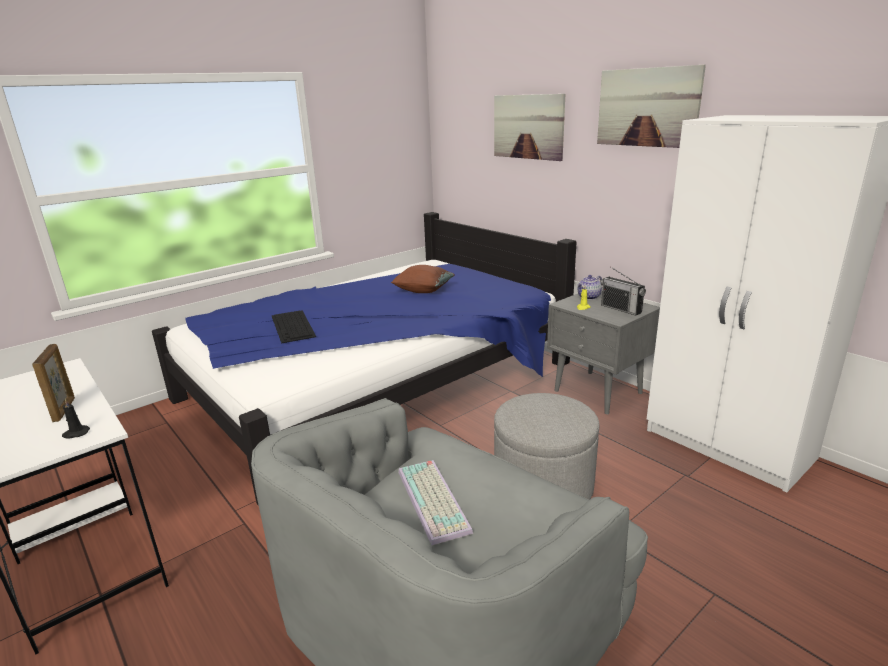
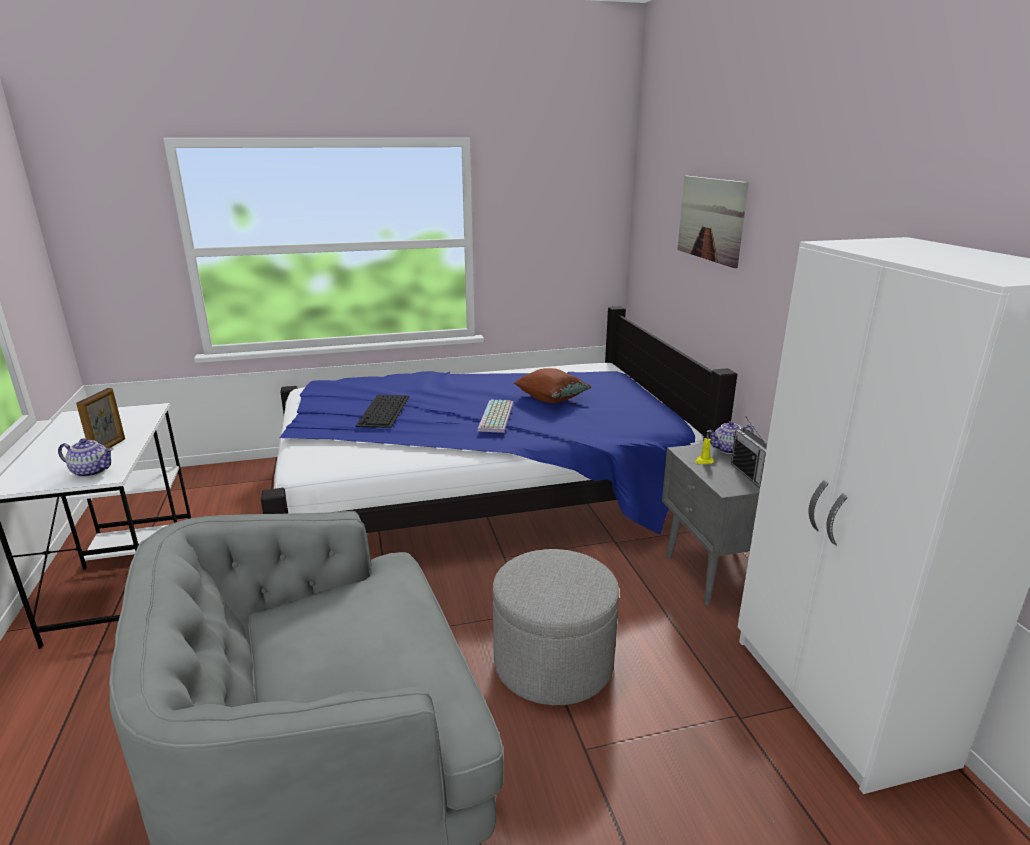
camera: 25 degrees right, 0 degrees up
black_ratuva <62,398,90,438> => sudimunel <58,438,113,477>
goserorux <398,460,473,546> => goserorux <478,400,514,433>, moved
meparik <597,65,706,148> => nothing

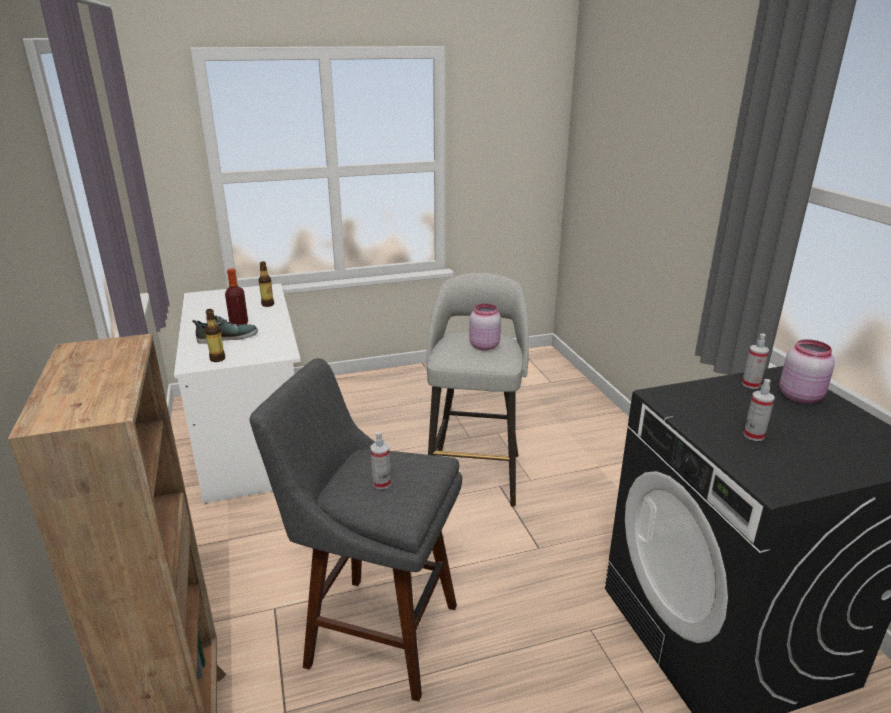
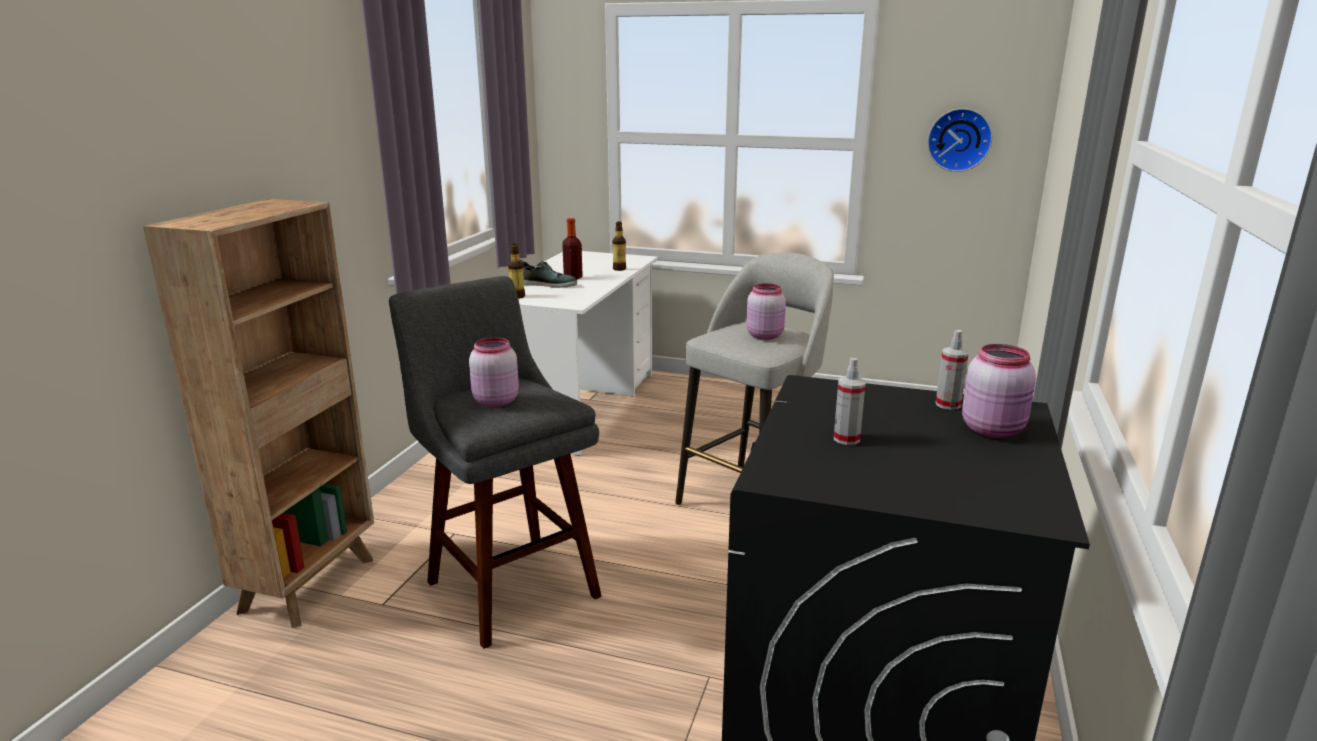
camera: 35 degrees right, 5 degrees down
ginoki <371,431,391,489> => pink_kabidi <469,337,519,407>
nothing => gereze <927,108,993,172>

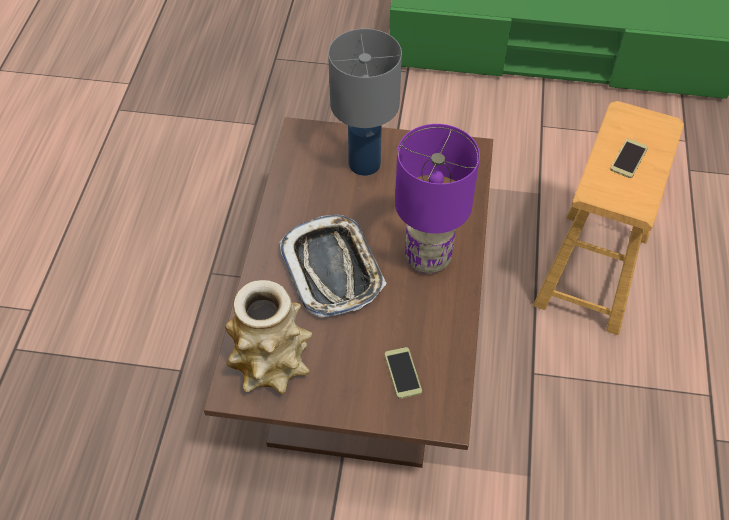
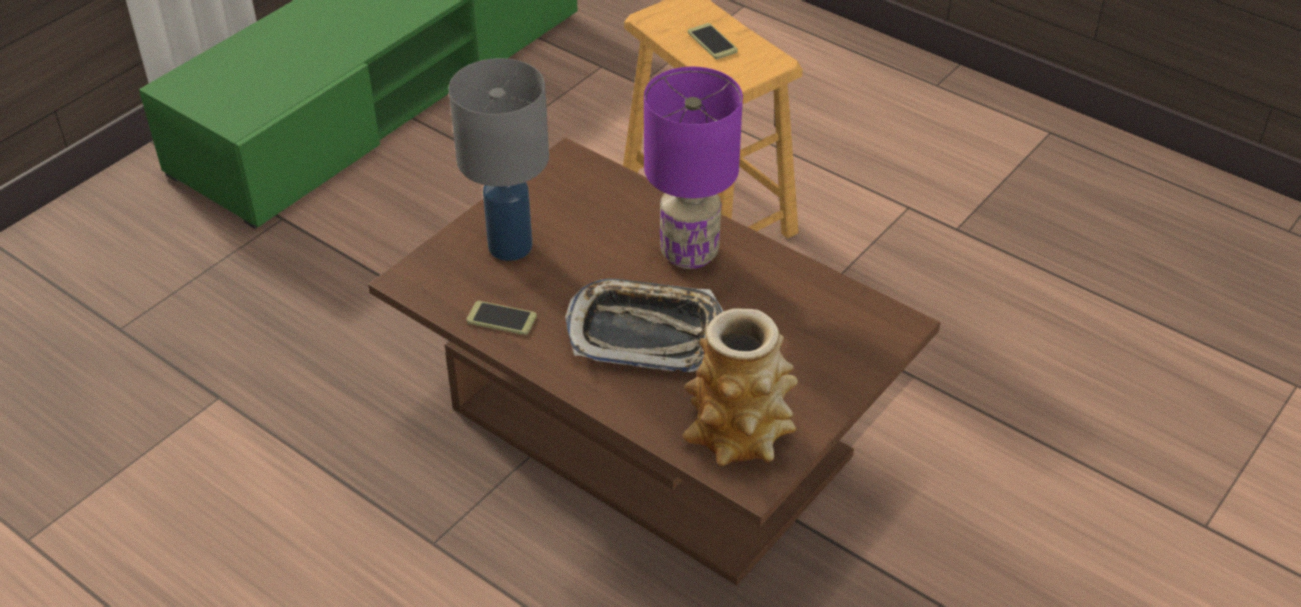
camera: 60 degrees left, 10 degrees down
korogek <385,347,422,399> => korogek <467,301,537,335>, moved

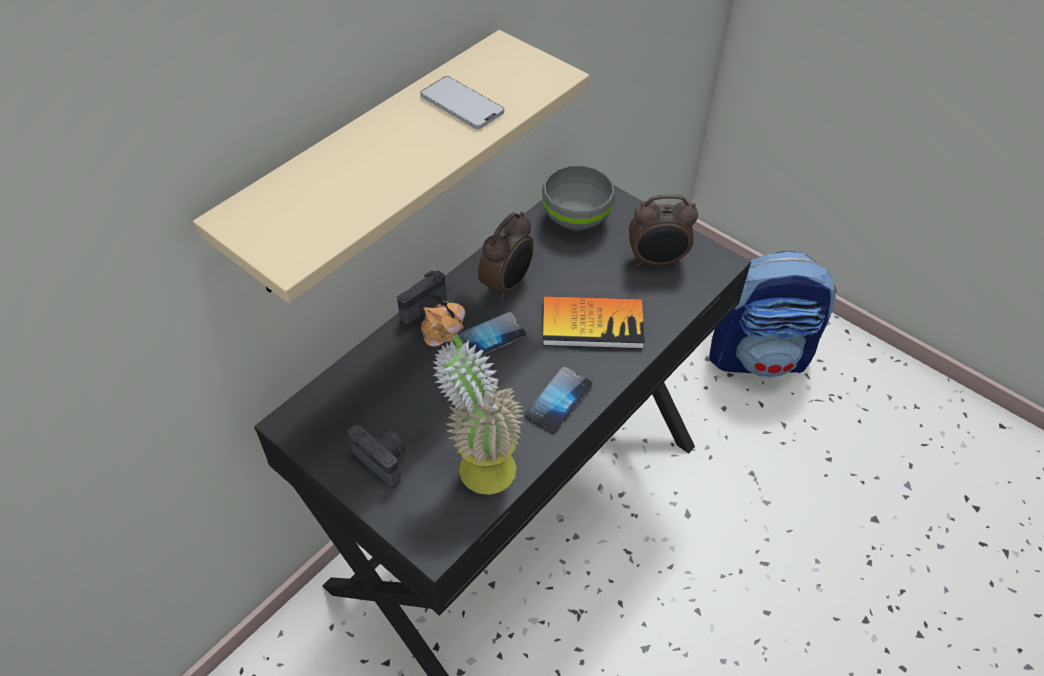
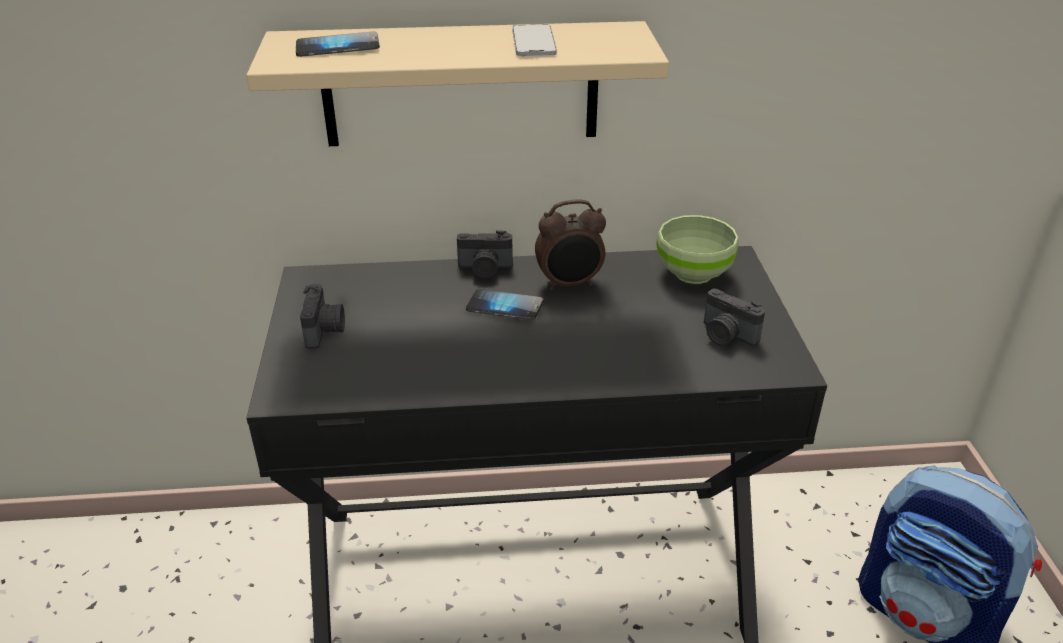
camera: 45 degrees right, 15 degrees down
korogek <525,367,592,433> => korogek <296,32,380,57>, moved
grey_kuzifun <542,165,615,231> => green_kuzifun <656,215,739,284>
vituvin <629,194,698,266> => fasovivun <704,289,765,346>
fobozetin <421,301,523,495> => nothing
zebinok <543,296,645,349> => nothing

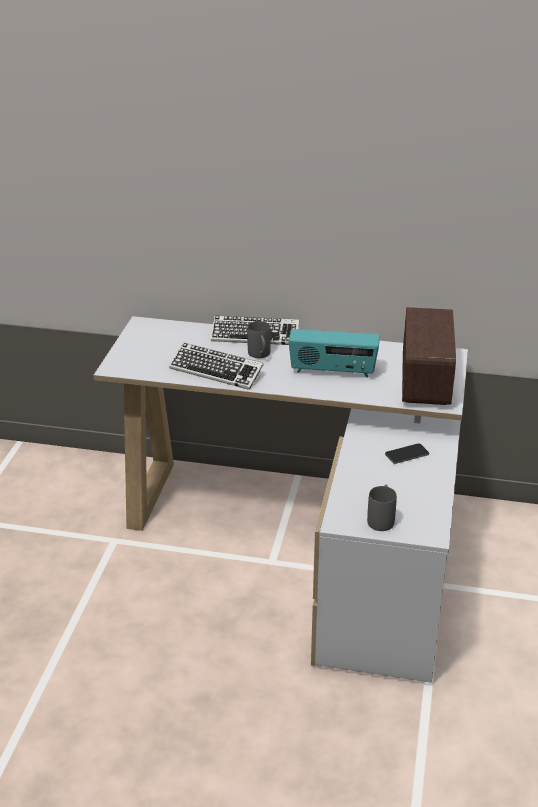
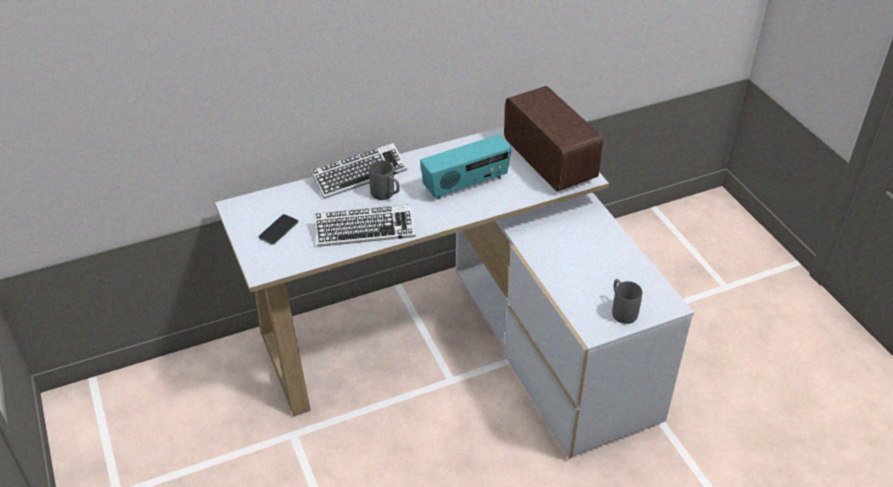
camera: 35 degrees left, 10 degrees up
korogek <385,443,429,464> => korogek <258,214,298,245>, moved

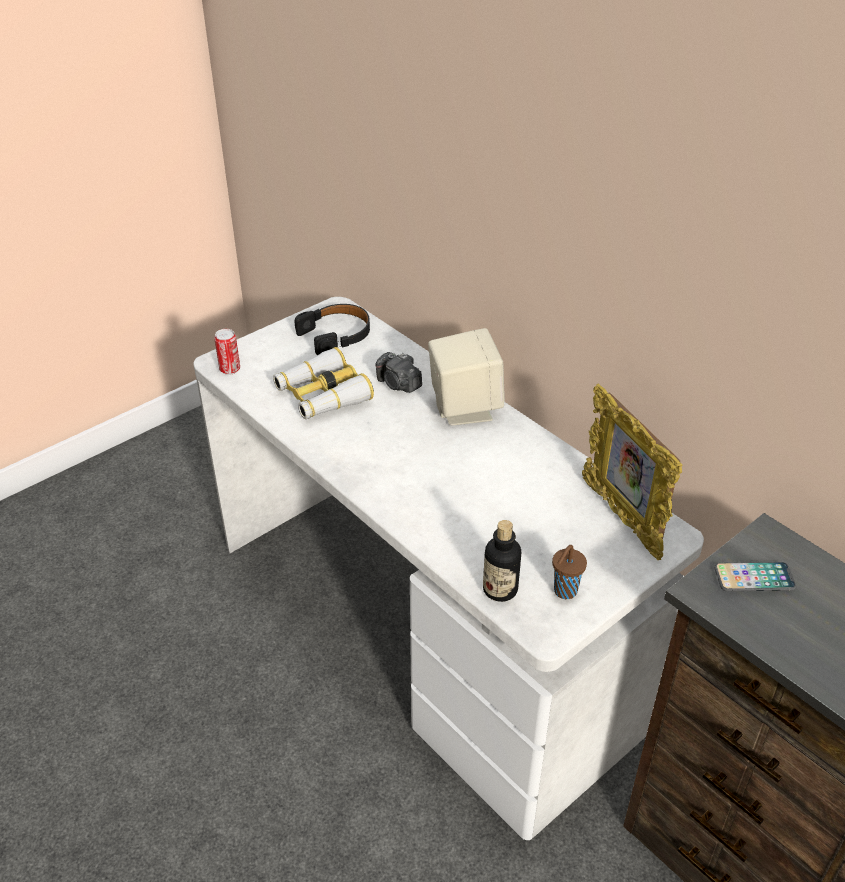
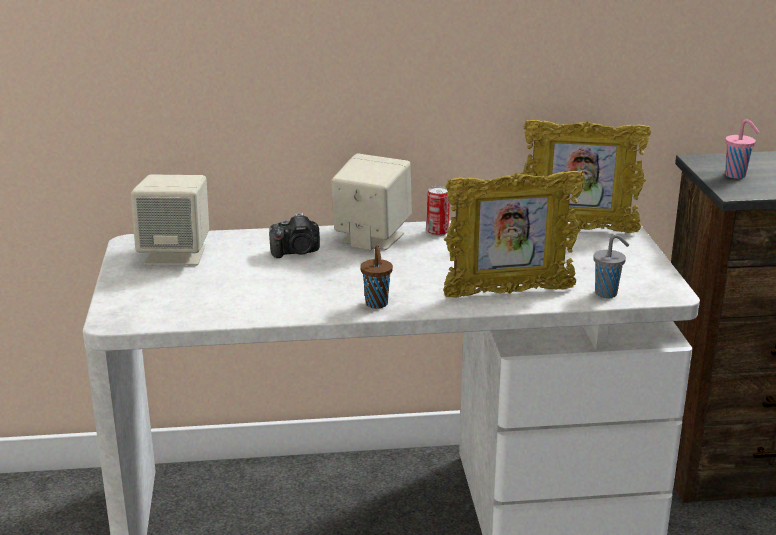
camera: 55 degrees left, 15 degrees down
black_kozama <294,304,370,355> => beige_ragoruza <131,174,209,266>
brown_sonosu <552,545,587,599> => brown_sonosu <360,245,393,309>, moved
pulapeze <214,329,240,375> => pulapeze <427,186,450,236>, moved
nothing => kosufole <443,171,585,298>
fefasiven <483,520,521,602> => grey_sonosu <594,234,629,298>
korogek <714,562,796,592> => pink_sonosu <725,119,760,179>
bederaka <273,347,374,419> => nothing

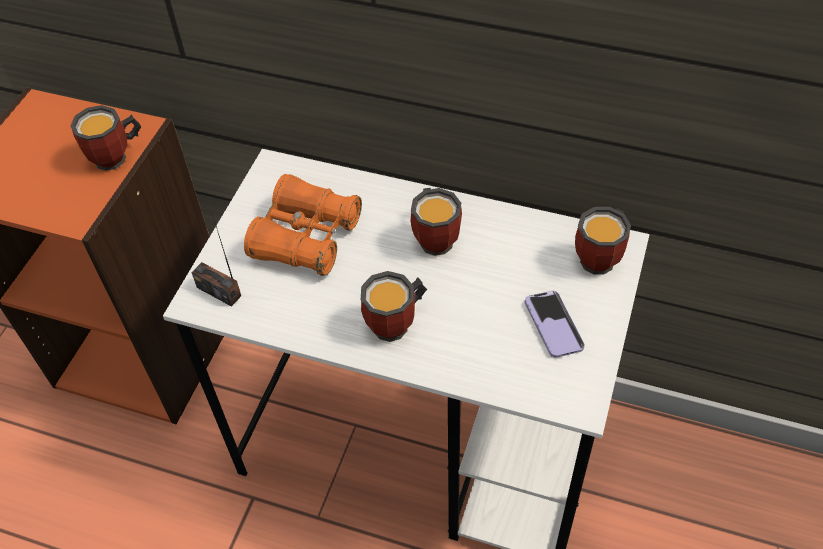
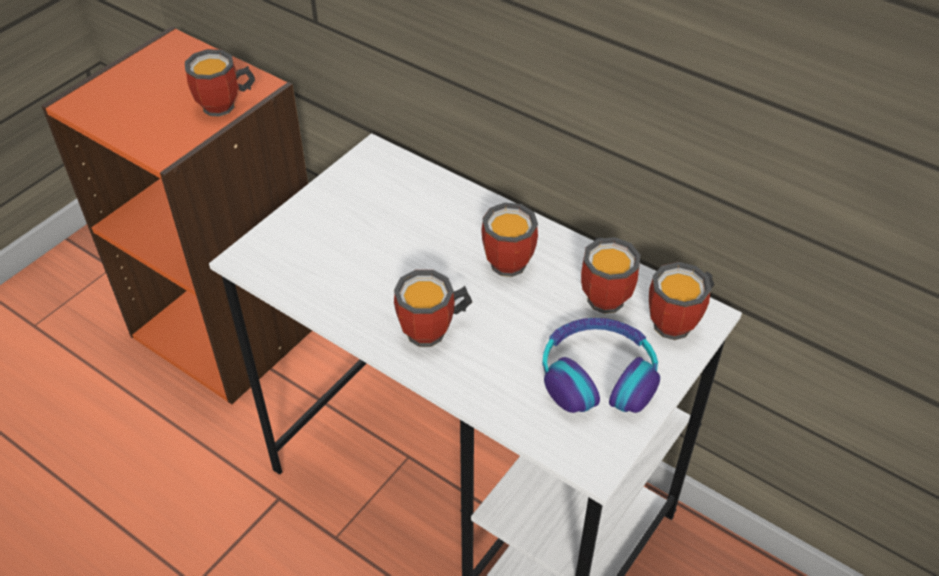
camera: 15 degrees right, 5 degrees down
korogek <525,291,585,358> => kozama <542,318,660,413>
nothing => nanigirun <581,237,640,314>
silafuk <191,214,241,307> => nothing
orange_bederaka <244,174,362,276> => nothing

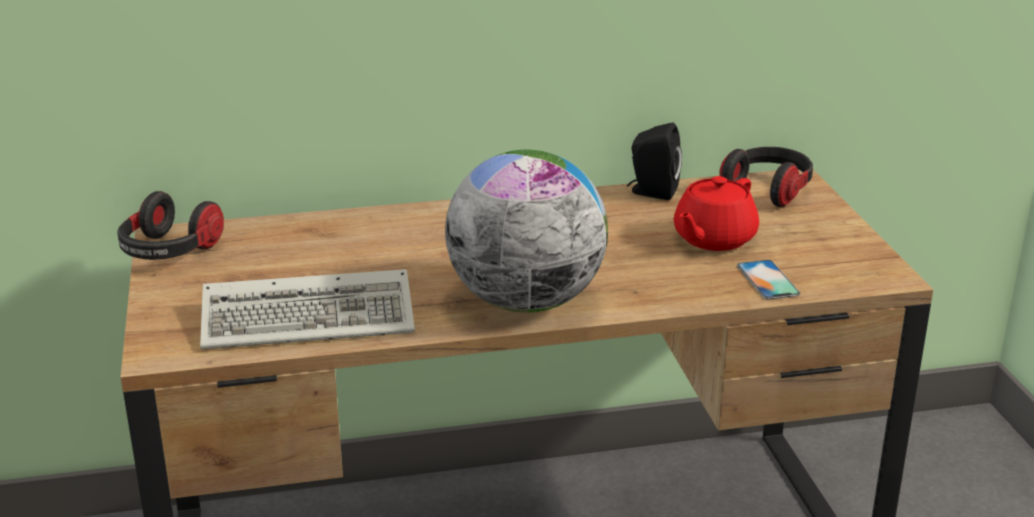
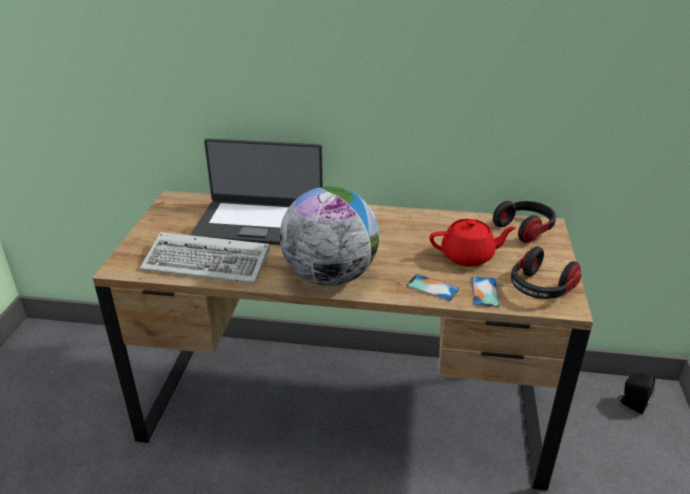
camera: 20 degrees right, 5 degrees up
nothing => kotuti <191,138,323,245>
nothing => korogek <407,274,459,301>
red_sudimunel <674,176,759,251> => red_sudimunel <429,219,517,267>, 150 degrees counterclockwise
kozama <117,191,224,260> => kozama <511,246,581,299>, moved
black_ragoruza <627,123,682,200> => black_ragoruza <618,373,655,414>, moved

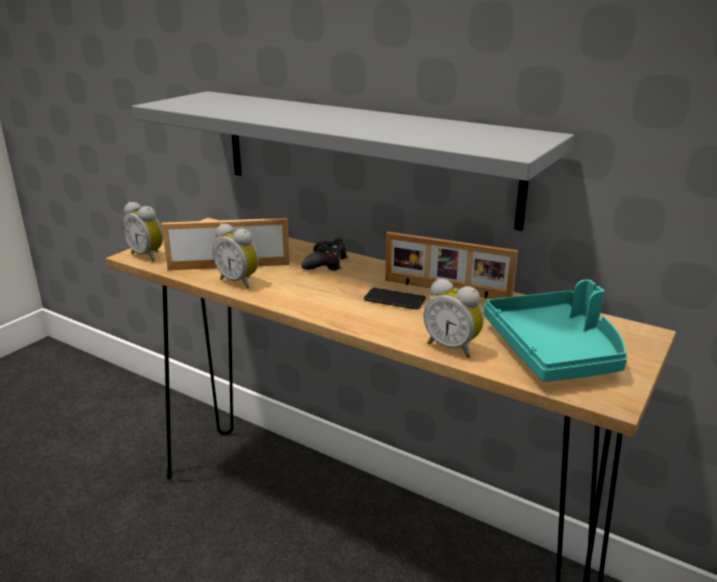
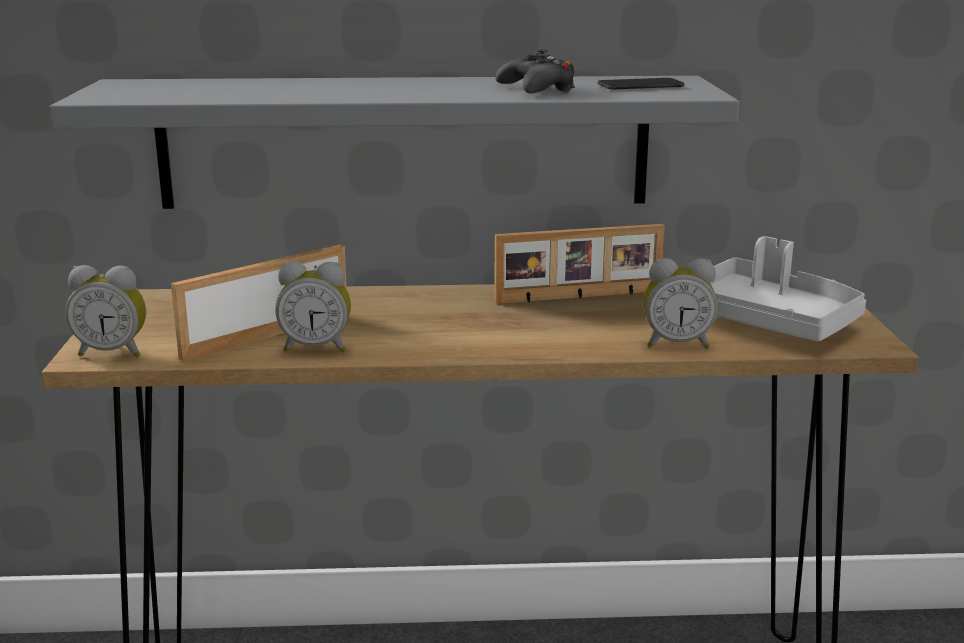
camera: 35 degrees left, 5 degrees down
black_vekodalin <301,237,348,271> => black_vekodalin <495,49,575,93>, moved
korogek <364,288,426,309> => korogek <597,78,685,90>, moved
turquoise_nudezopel <483,279,627,382> => grey_nudezopel <710,236,866,342>

